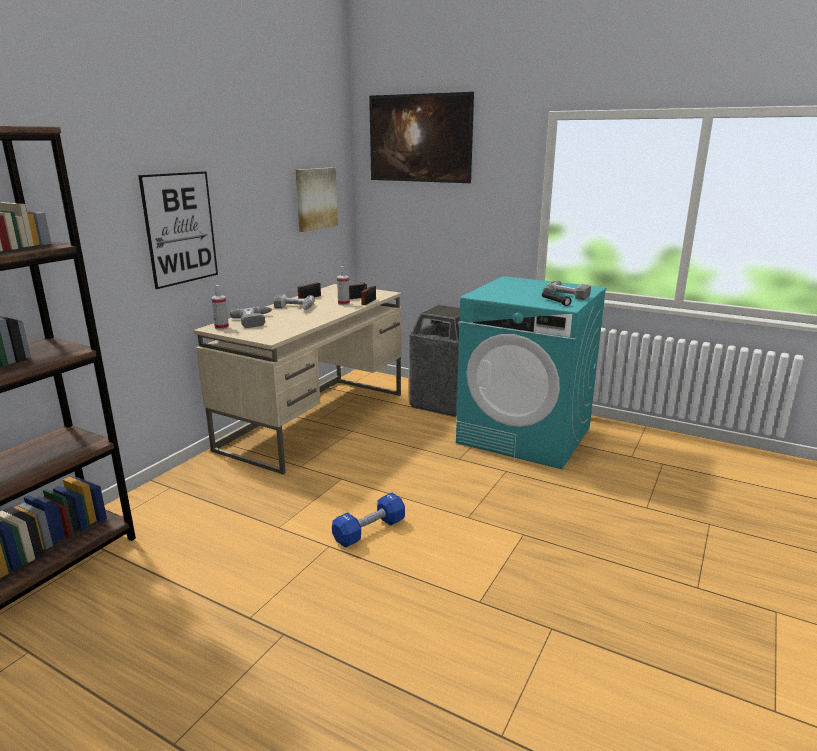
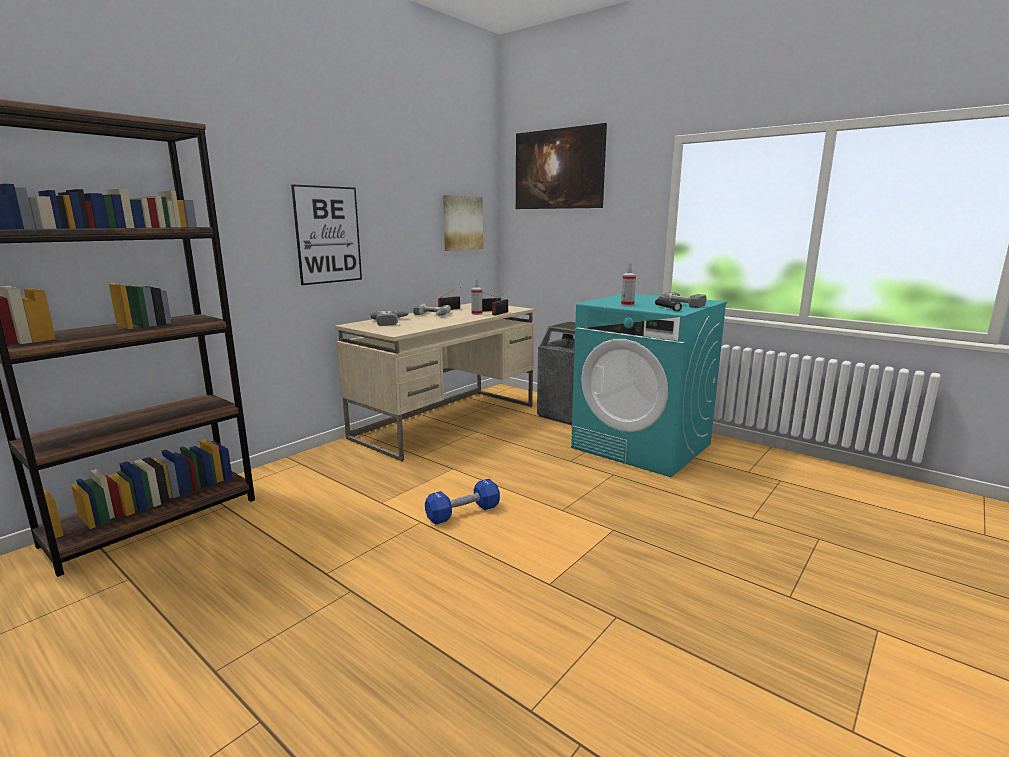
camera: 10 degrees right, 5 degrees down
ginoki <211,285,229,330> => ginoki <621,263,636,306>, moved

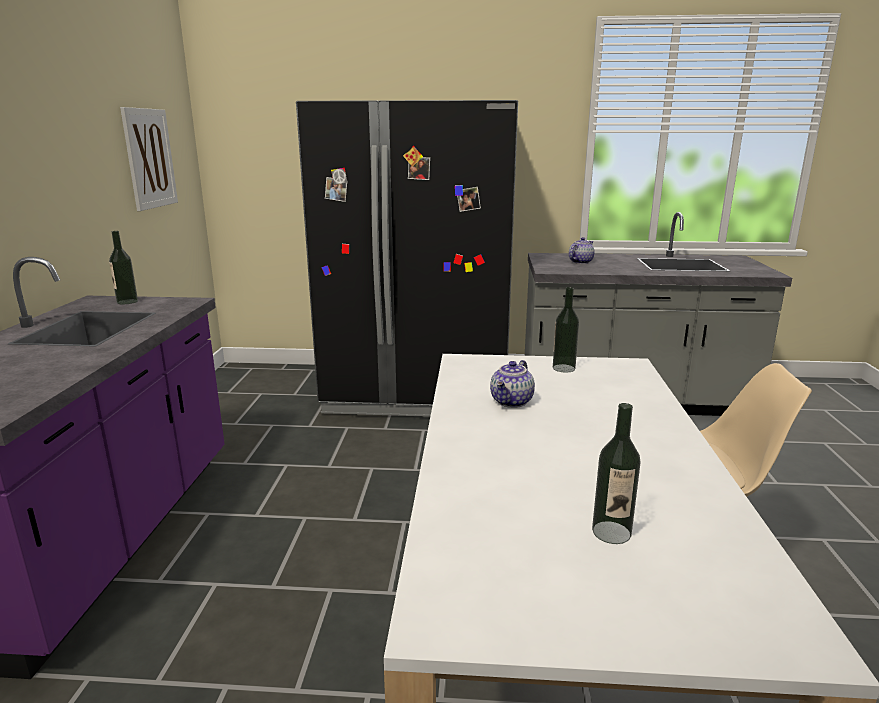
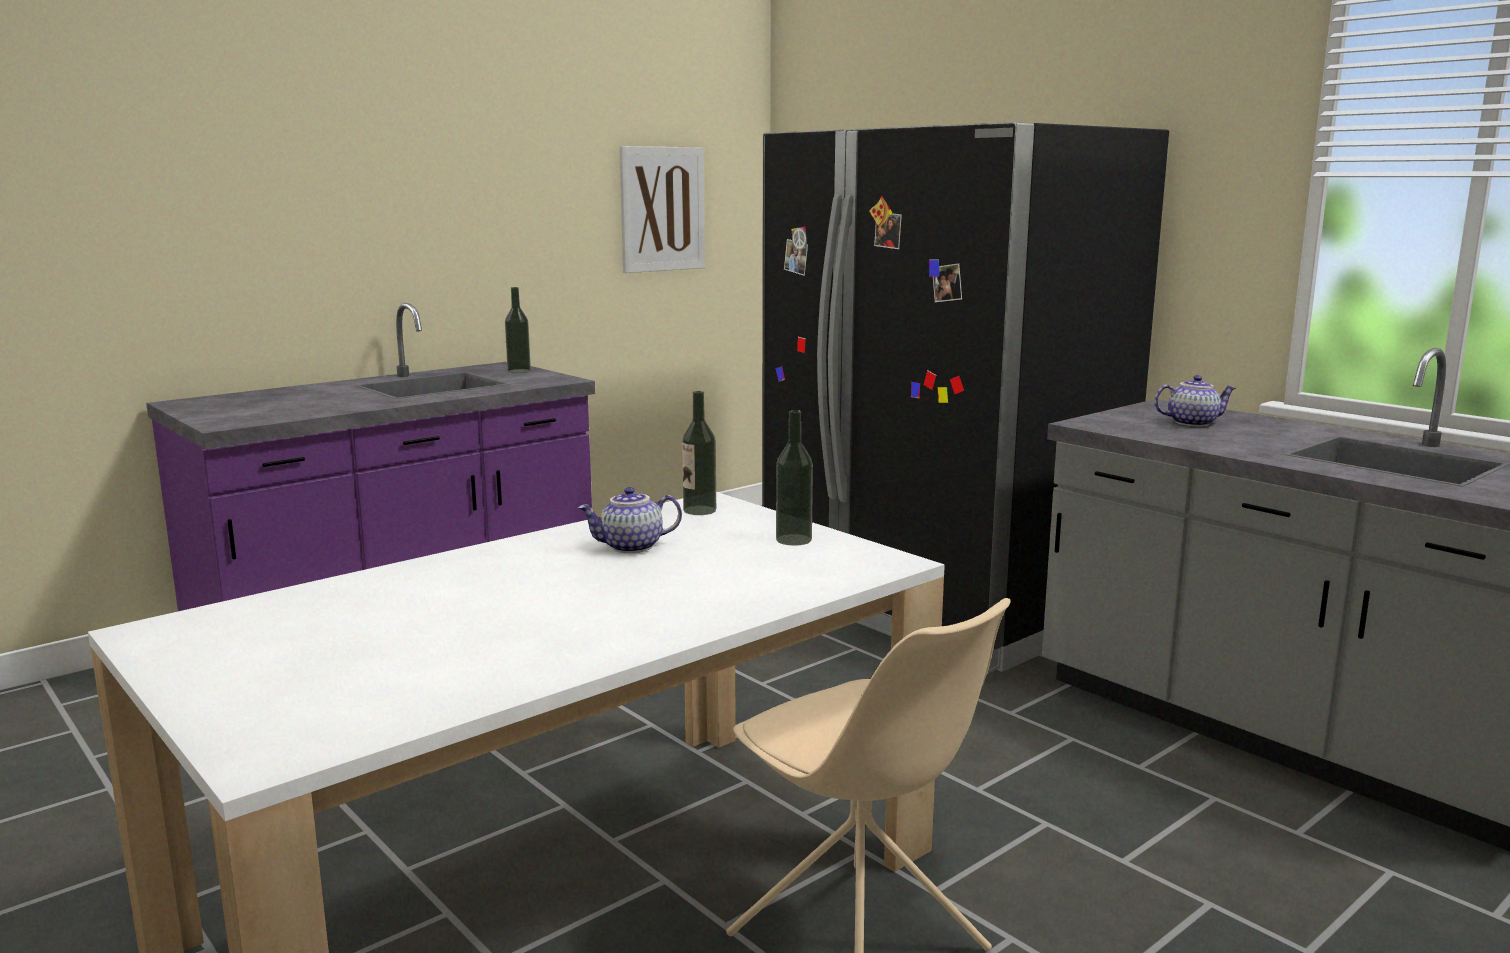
camera: 45 degrees right, 5 degrees down
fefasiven <592,403,641,544> => fefasiven <682,391,716,515>, moved

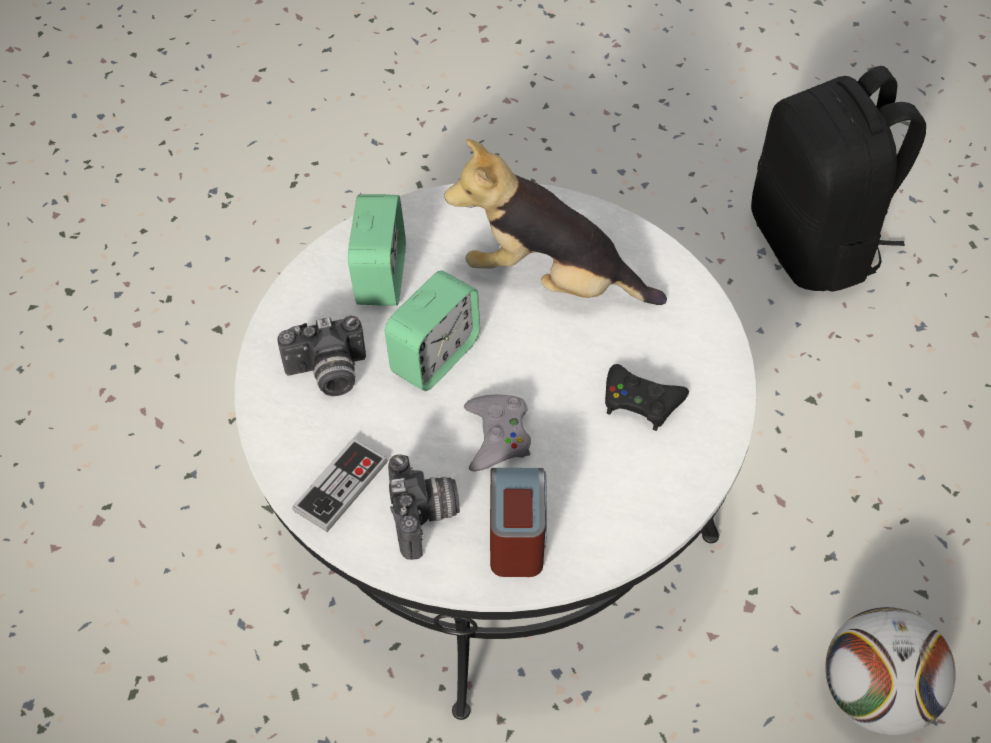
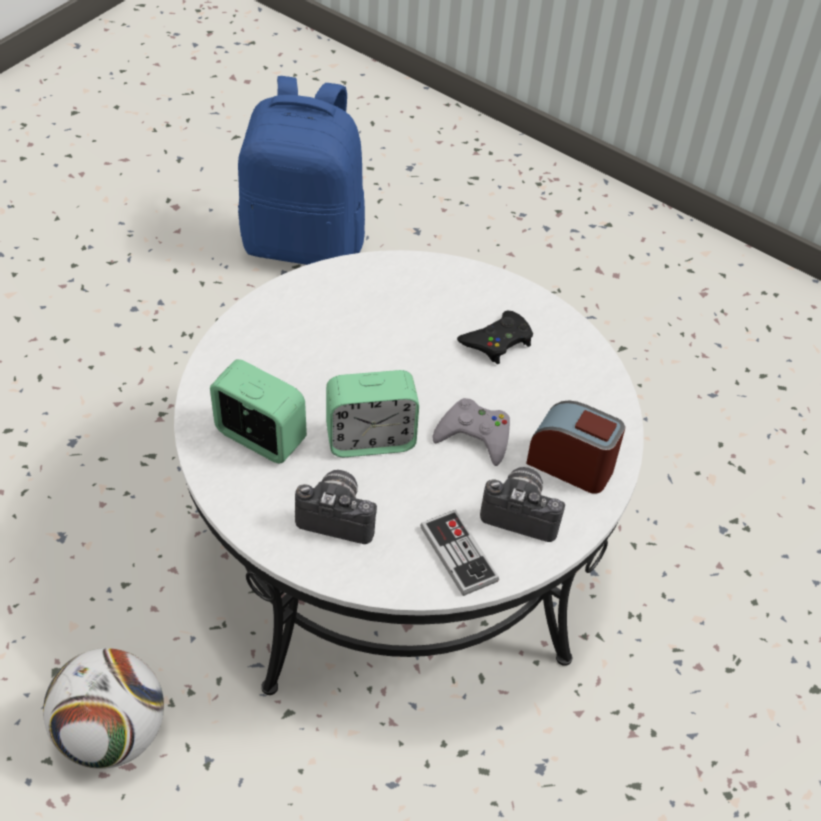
camera: 65 degrees left, 5 degrees down
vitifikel <825,607,956,735> => vitifikel <43,648,164,769>, moved
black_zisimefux <751,66,926,291> => blue_zisimefux <238,76,365,265>
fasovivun <277,316,366,396> => fasovivun <295,470,377,544>, 90 degrees counterclockwise
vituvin <385,271,480,391> => vituvin <326,370,419,457>, 105 degrees clockwise
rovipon <444,139,667,305> => nothing

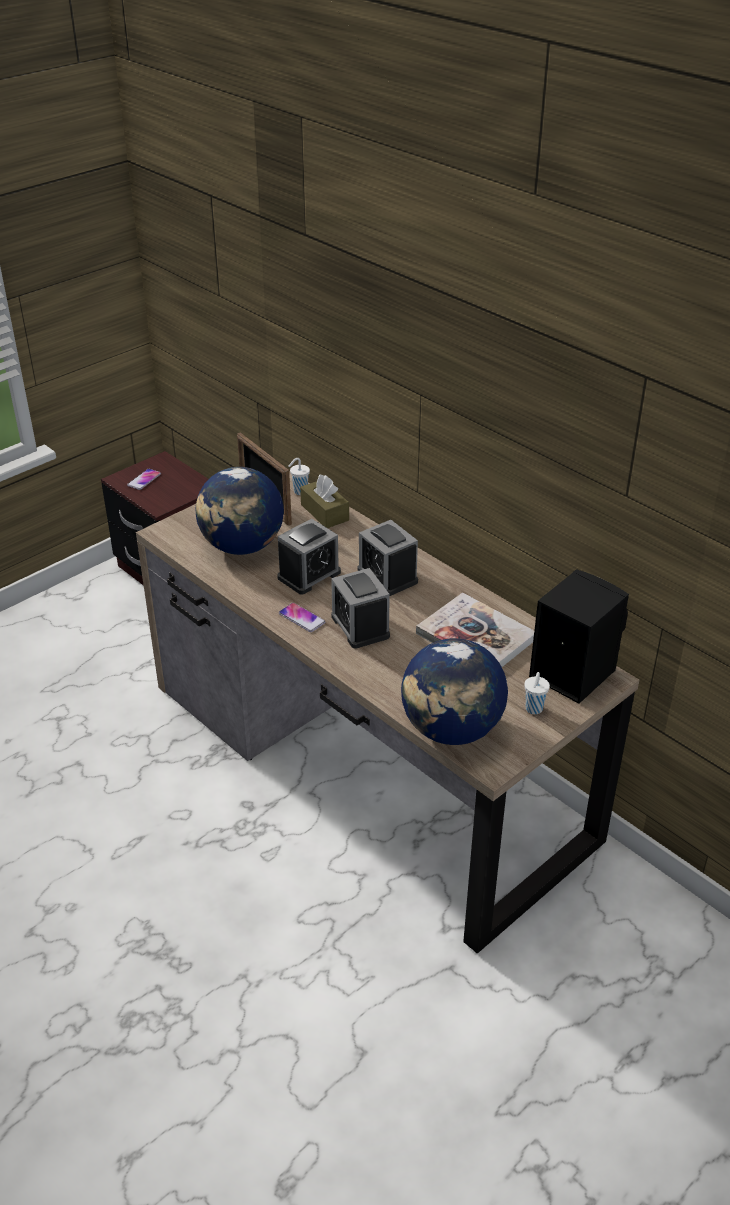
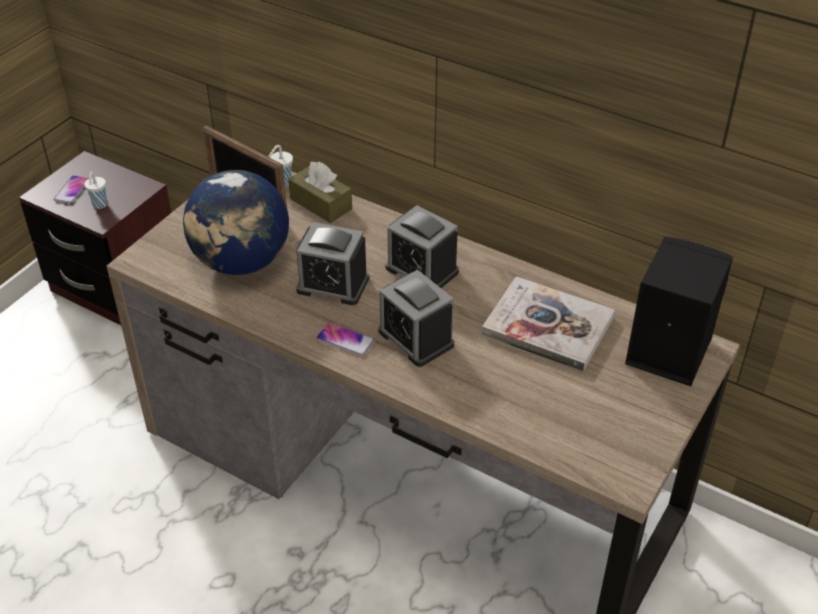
camera: 15 degrees left, 5 degrees up
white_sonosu <524,672,550,714> => white_sonosu <84,172,107,209>, moved
vituvin <277,519,341,595> => vituvin <296,222,369,305>, 75 degrees clockwise
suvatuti <401,638,508,745> => nothing

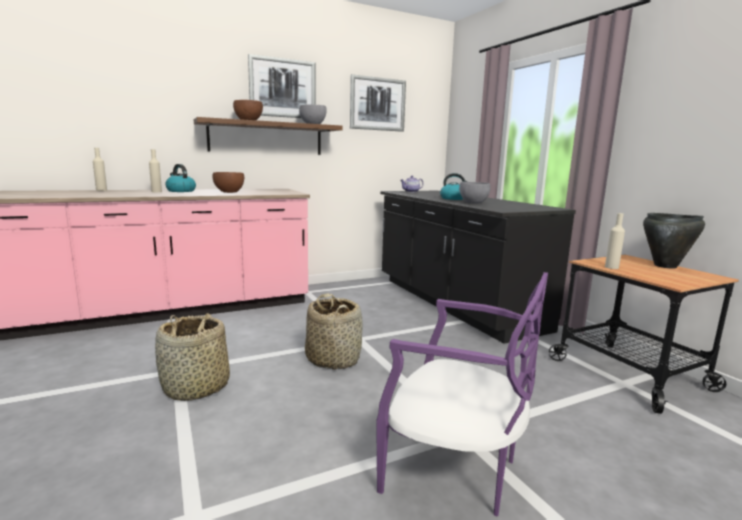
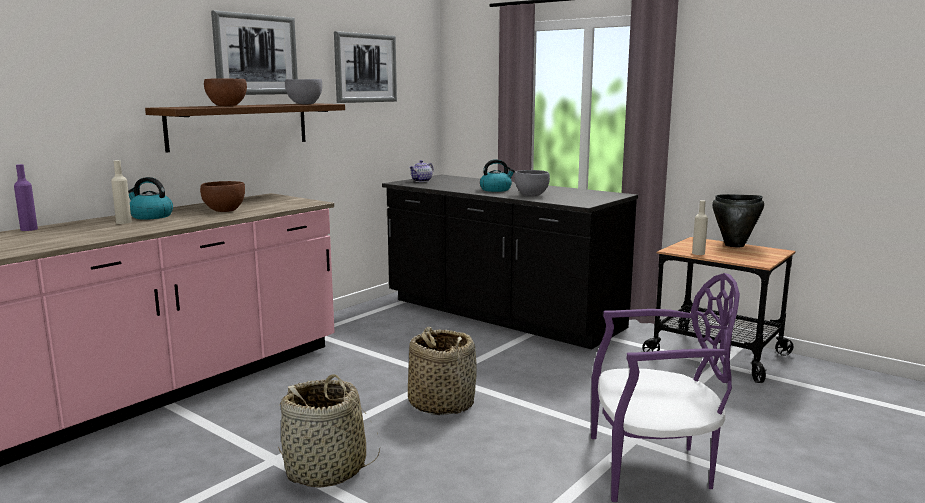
camera: 25 degrees left, 0 degrees up
beige_fefasiven <93,148,107,191> => purple_fefasiven <14,164,38,231>

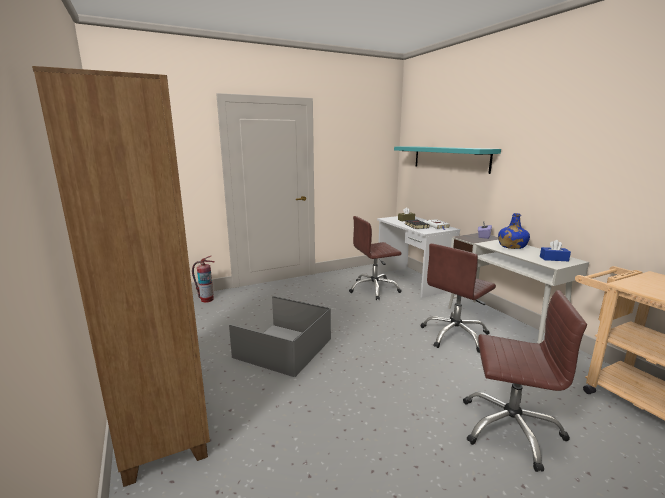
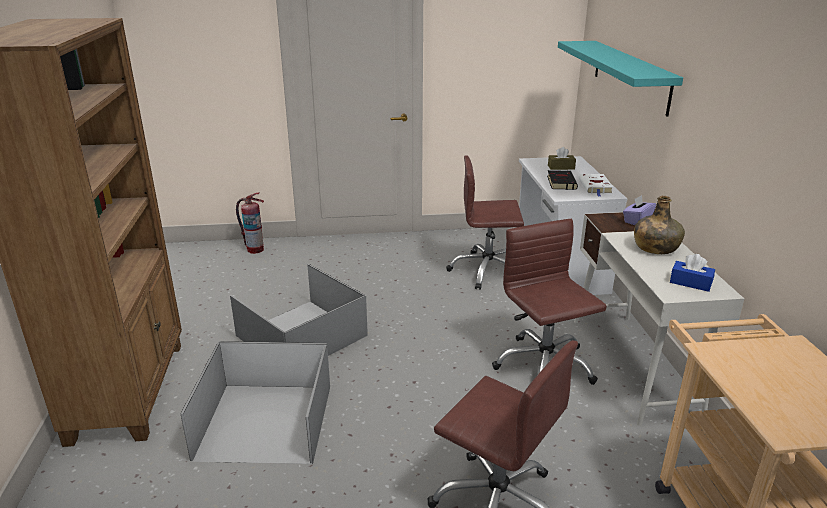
camera: 20 degrees right, 10 degrees up
nothing => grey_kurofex <181,341,330,464>
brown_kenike <420,243,496,353> => brown_kenike <492,219,607,385>, 90 degrees clockwise
blue_fefasiven <498,213,530,249> => green_fefasiven <634,196,685,254>

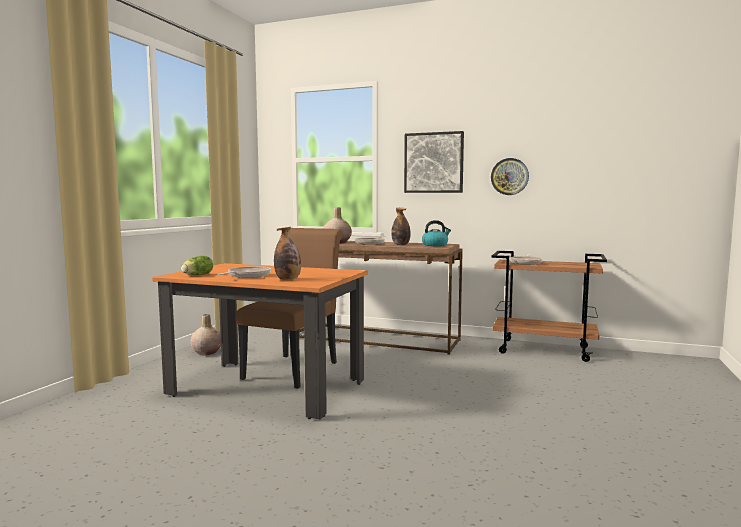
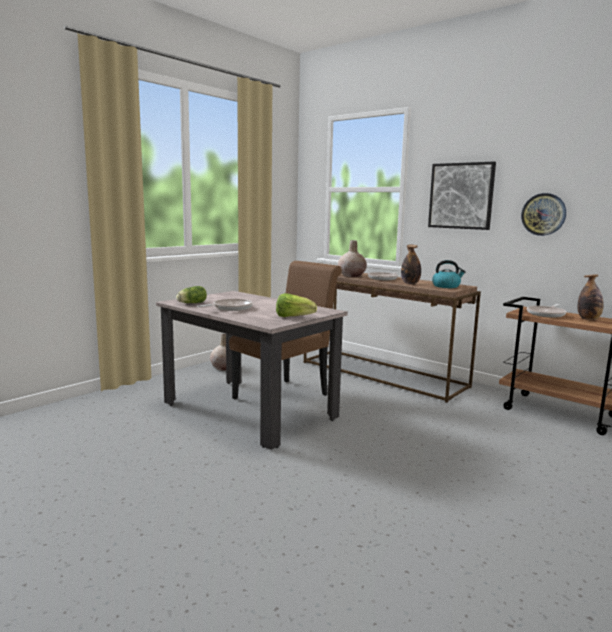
camera: 20 degrees right, 5 degrees up
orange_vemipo <152,263,368,419> => beige_vemipo <156,291,348,450>
nothing => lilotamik <276,293,317,317>
fefasiven <274,227,301,280> => fefasiven <577,274,604,320>, moved

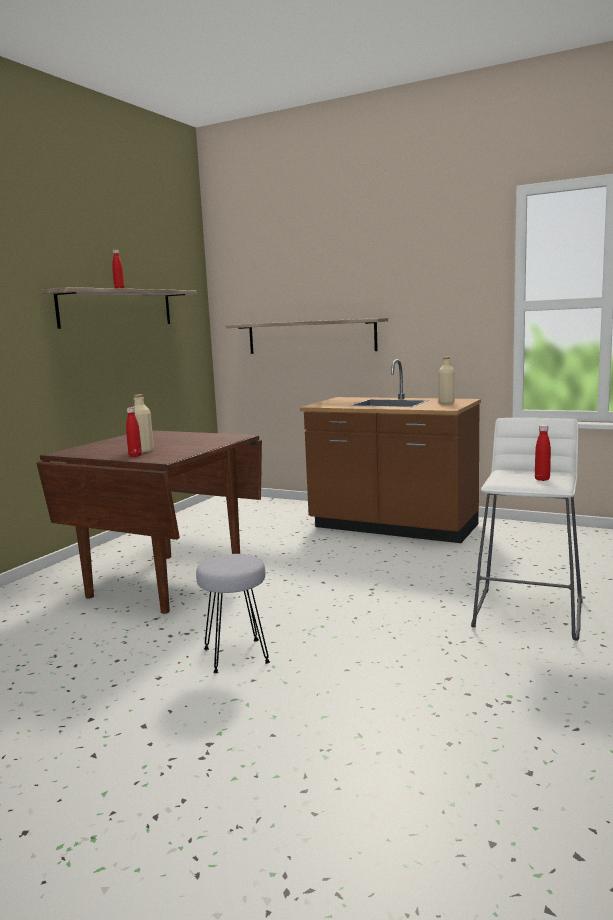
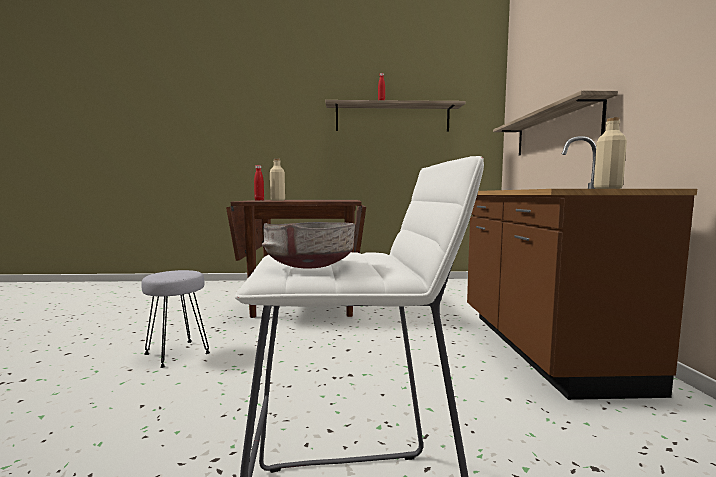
camera: 60 degrees right, 5 degrees down
red_fefasiven <535,425,551,481> => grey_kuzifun <262,222,355,269>

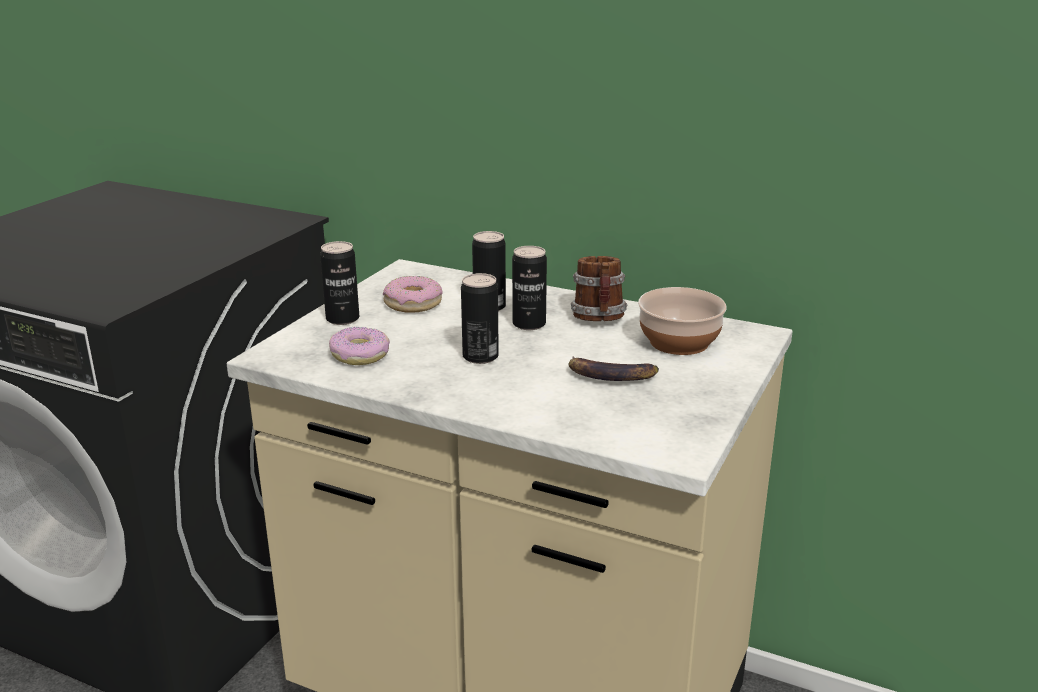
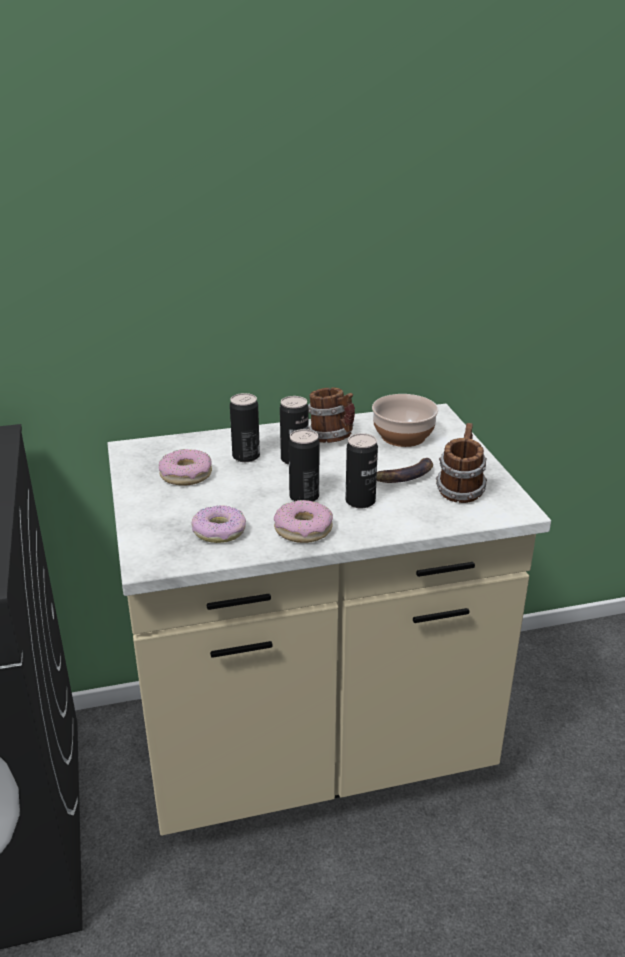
camera: 40 degrees left, 5 degrees up
nothing => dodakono <274,500,333,543>
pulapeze <320,241,359,325> => pulapeze <345,433,378,508>, moved
nothing => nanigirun <436,423,487,503>

